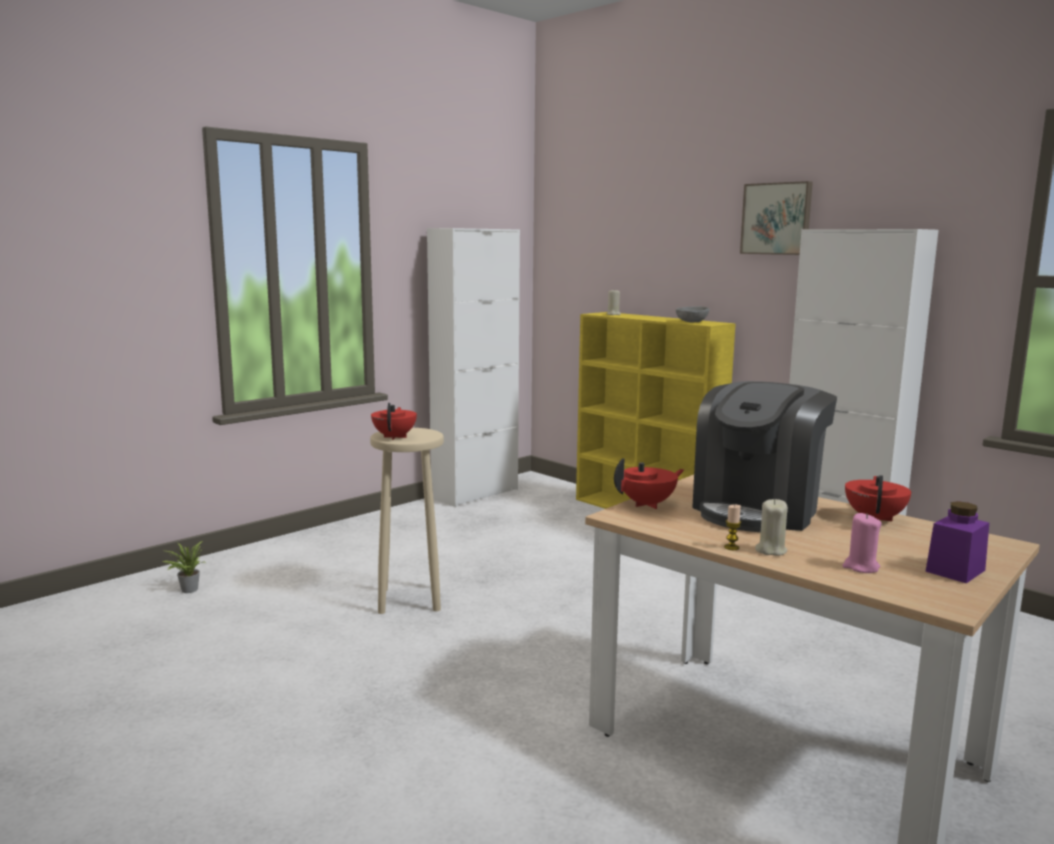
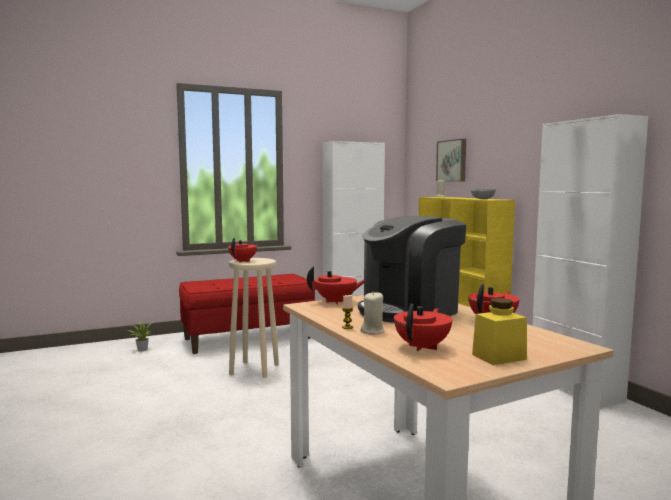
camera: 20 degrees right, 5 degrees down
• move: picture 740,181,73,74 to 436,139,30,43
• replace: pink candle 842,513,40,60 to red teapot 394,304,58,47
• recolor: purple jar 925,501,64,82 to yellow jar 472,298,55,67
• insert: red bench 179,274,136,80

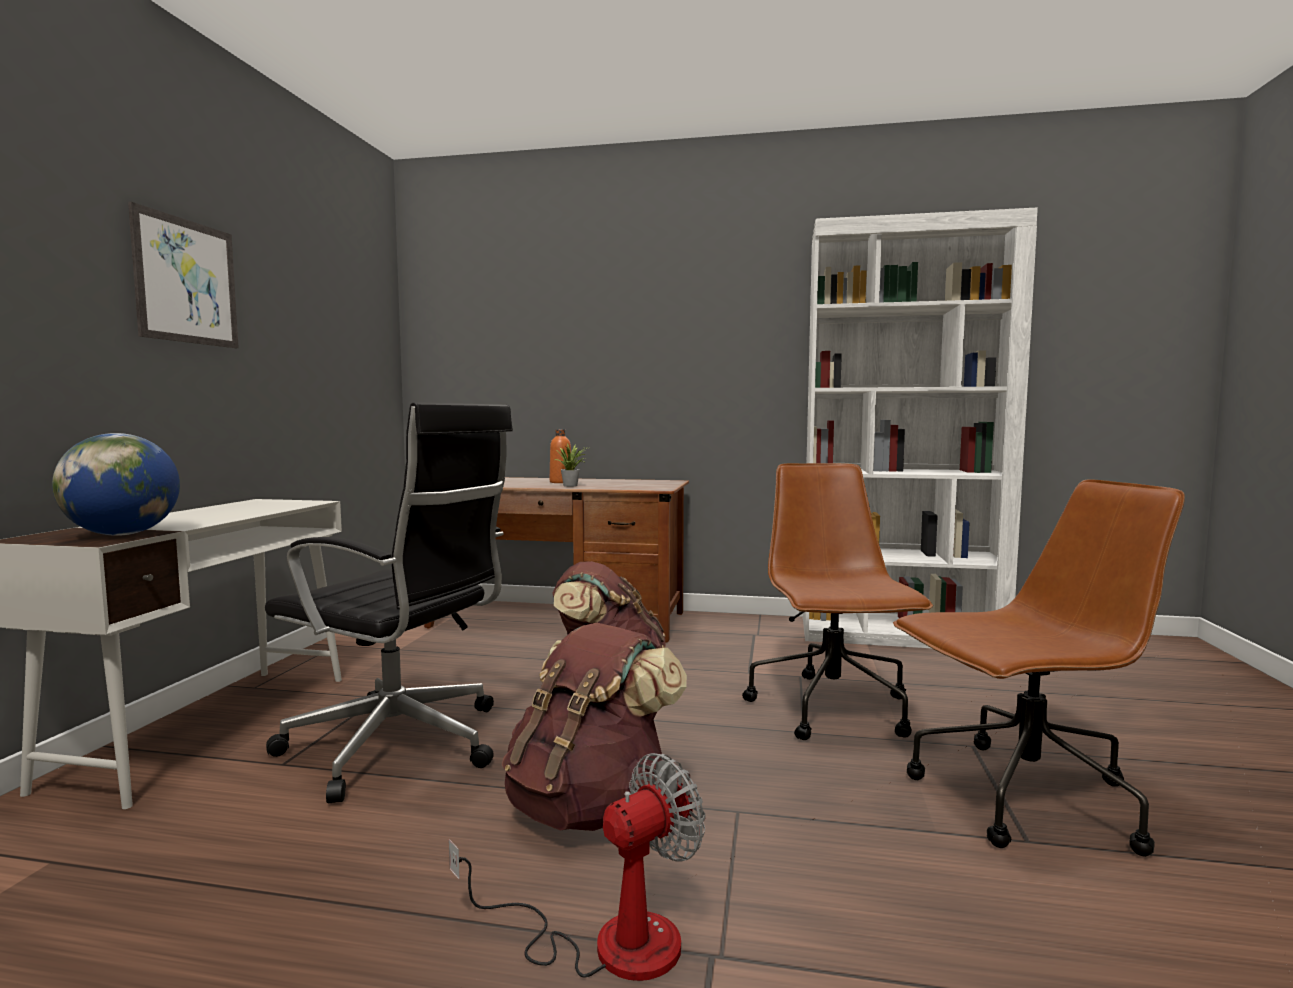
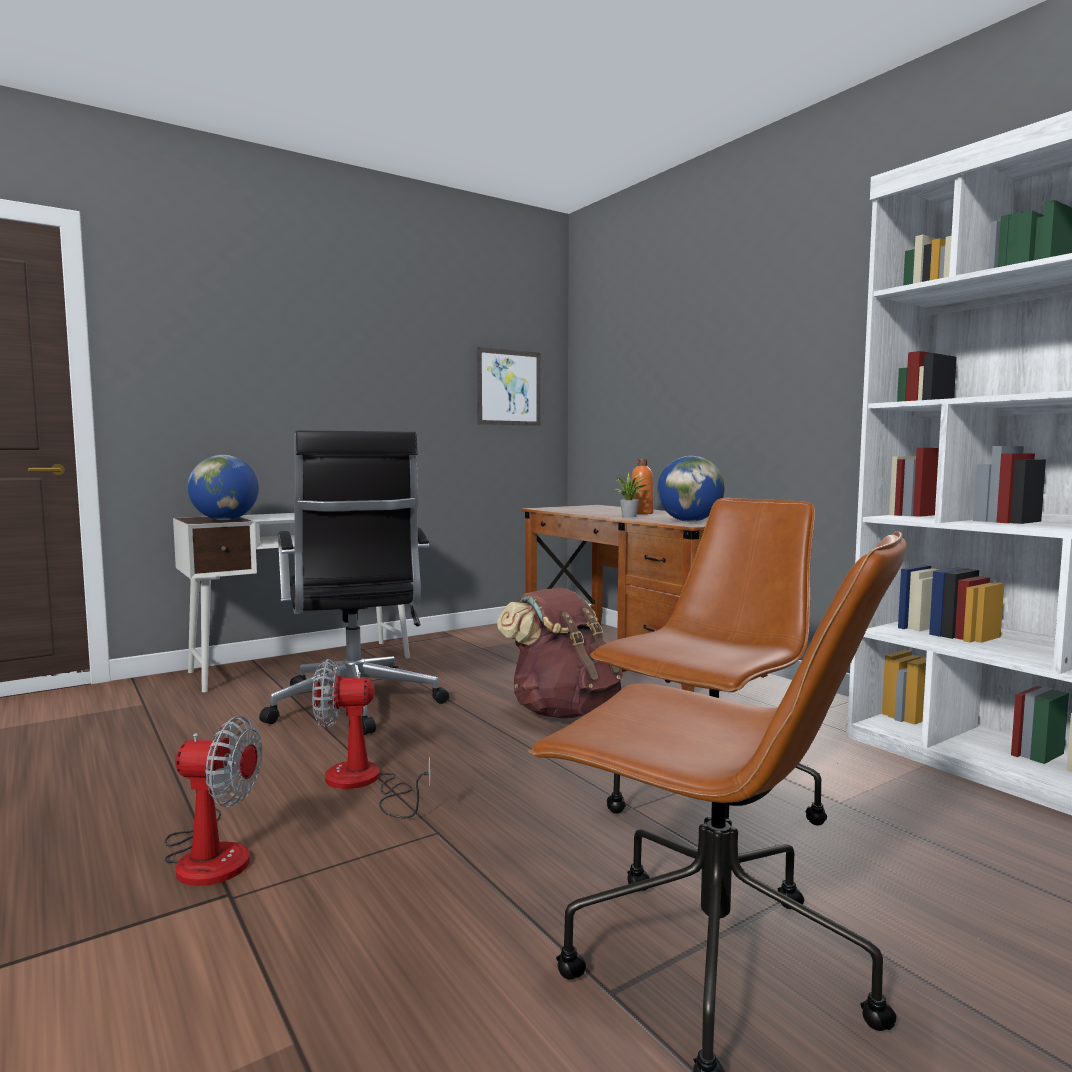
camera: 45 degrees right, 0 degrees up
• move: picture 128,202,111,146 to 476,347,65,79
• replace: brown backpack 502,623,185,208 to fan 312,659,118,160
• insert: globe 657,456,68,66

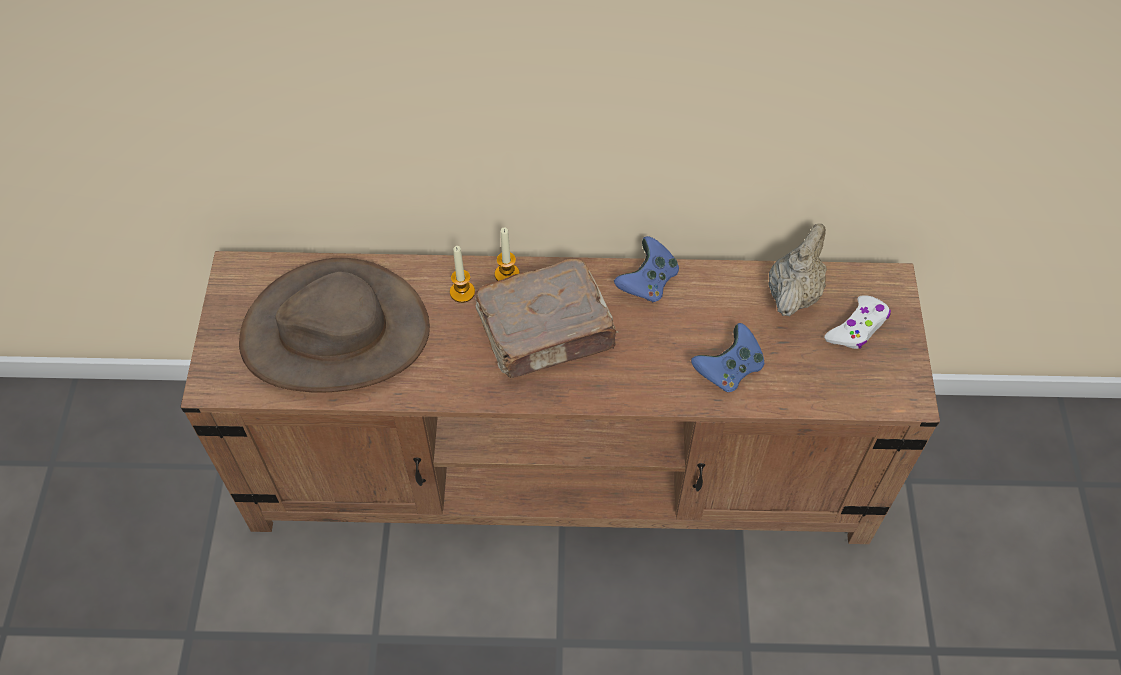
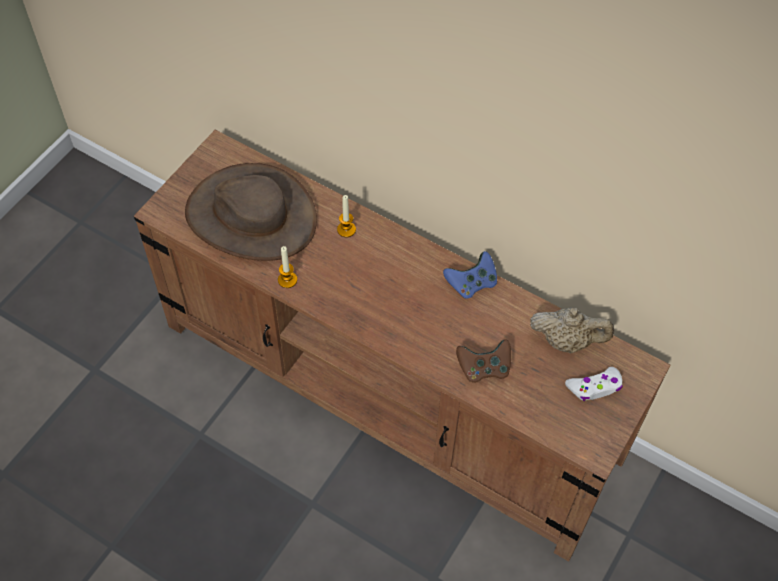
camera: 30 degrees right, 0 degrees up
• delete: brown book 475,259,144,119
• move: candle 495,228,25,53 to 278,246,19,42
• recolor: blue game controller 691,323,74,69 to brown game controller 456,340,55,43
• rotate: beige teapot 768,224,59,92 = 530,308,84,45 45 degrees clockwise

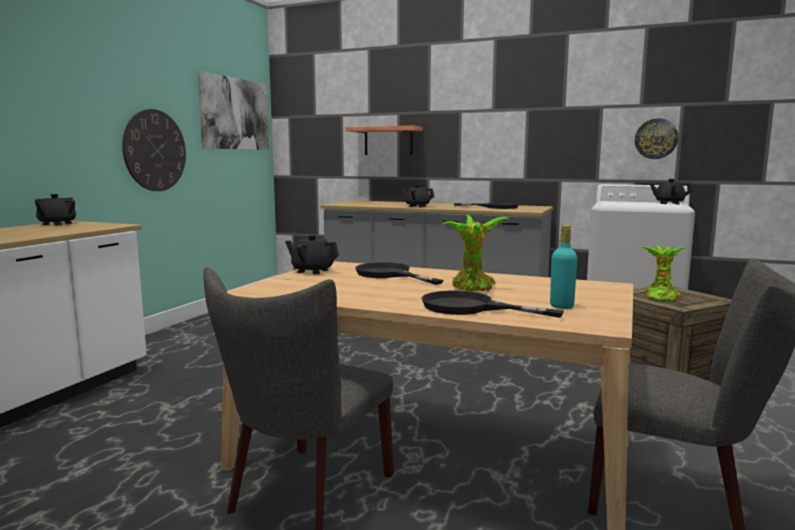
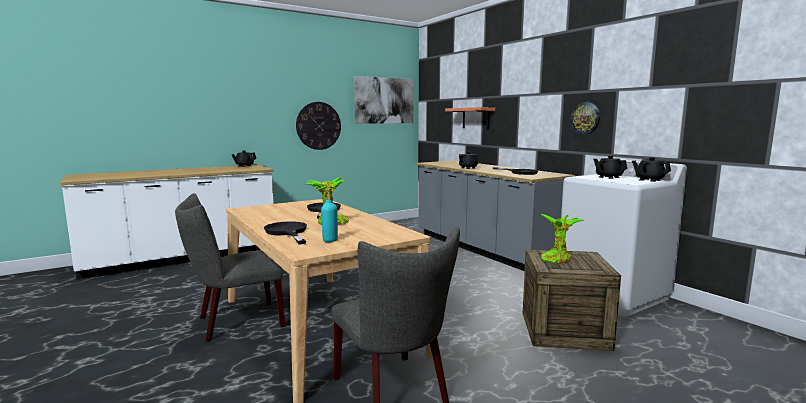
camera: 35 degrees right, 0 degrees up
• move: black teapot 285,235,54,39 to 593,155,34,24
• move: wall clock 635,118,43,41 to 570,102,30,33

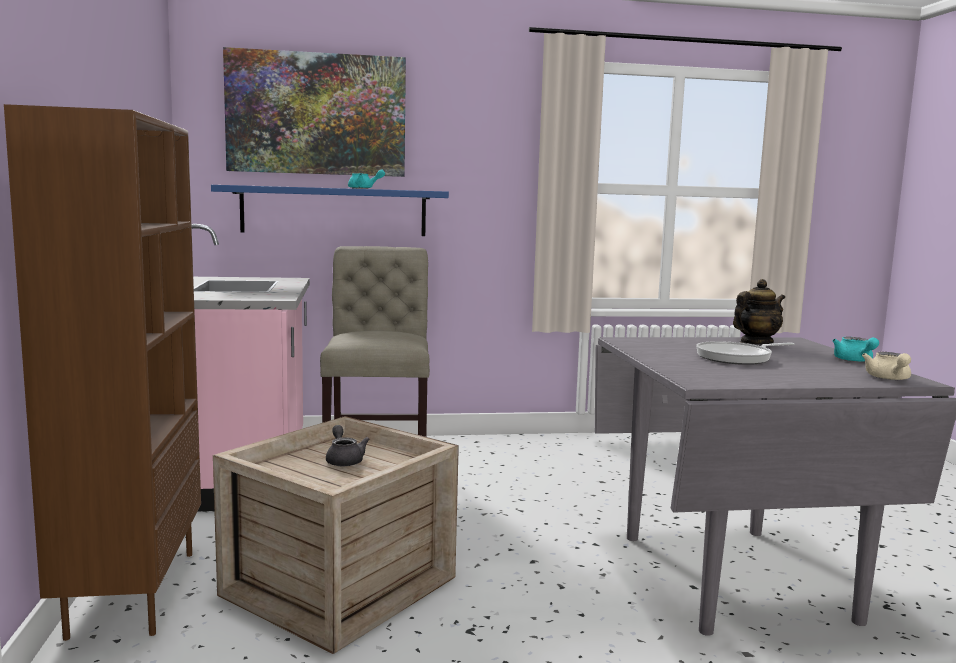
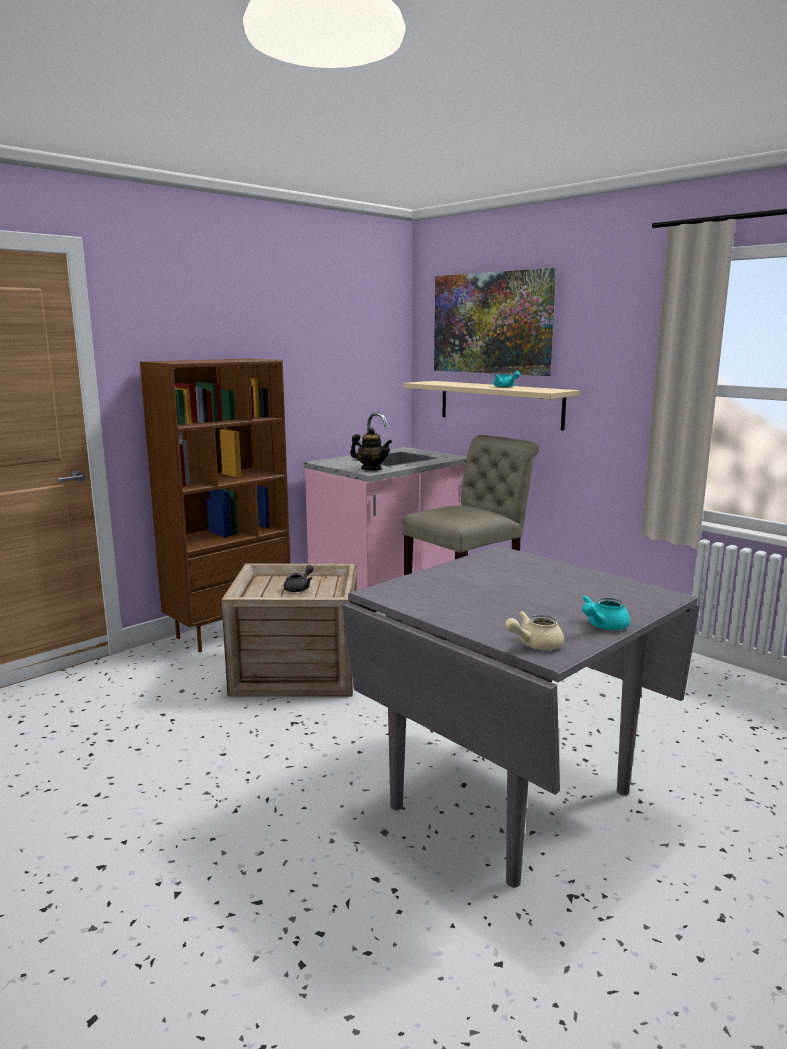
camera: 55 degrees right, 5 degrees up
• recolor: blue shelf 211,185,238,51 to beige shelf 403,381,177,50
• delete: frying pan 696,341,99,24
• move: teapot 733,279,52,65 to 350,427,42,43

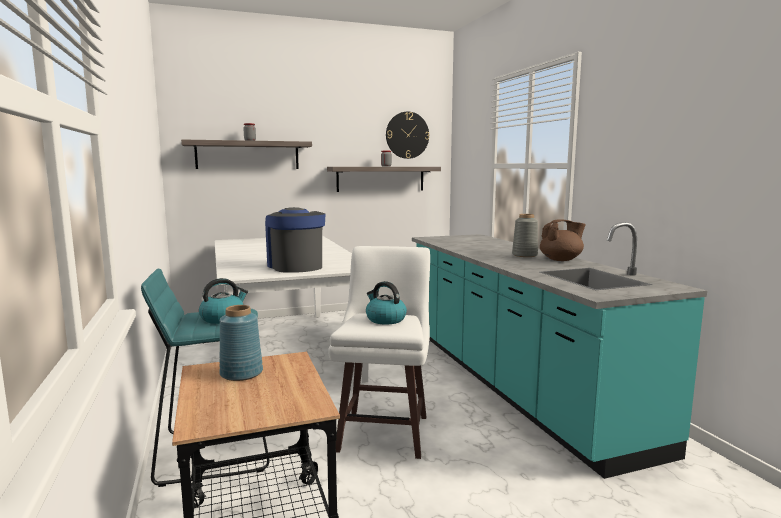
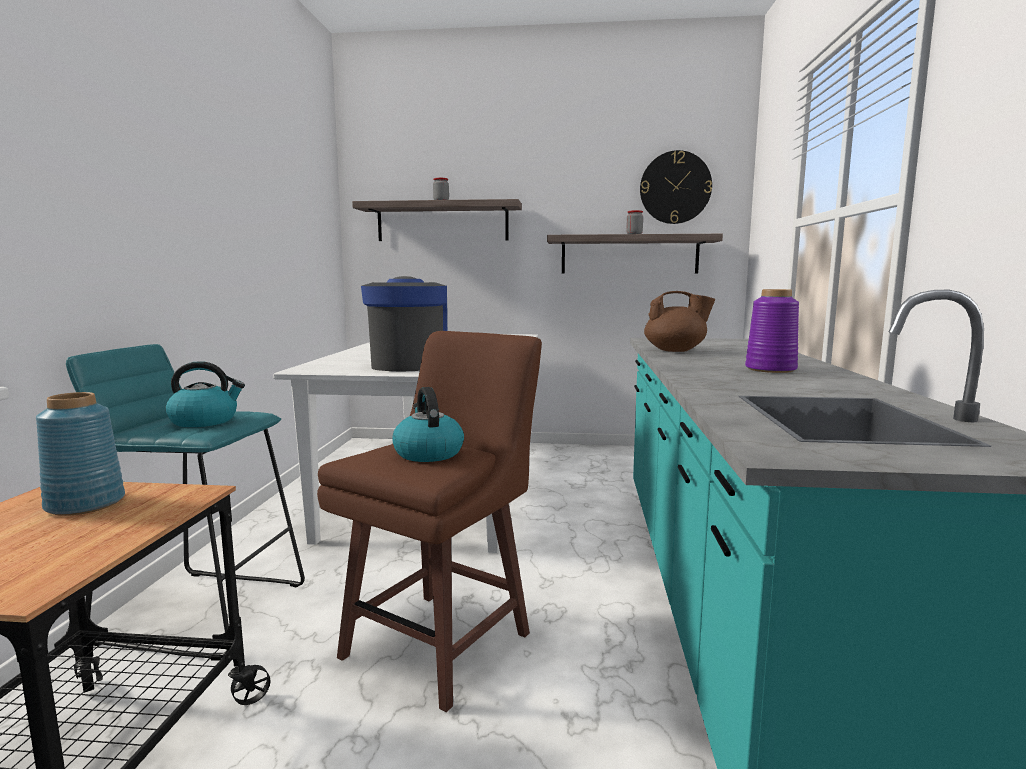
camera: 25 degrees right, 0 degrees up
• recolor: white stool 328,246,102,213 to brown stool 317,331,225,381
• recolor: grey vase 512,214,26,43 to purple vase 745,289,54,84
• move: brown teapot 540,219,46,42 to 644,291,71,61

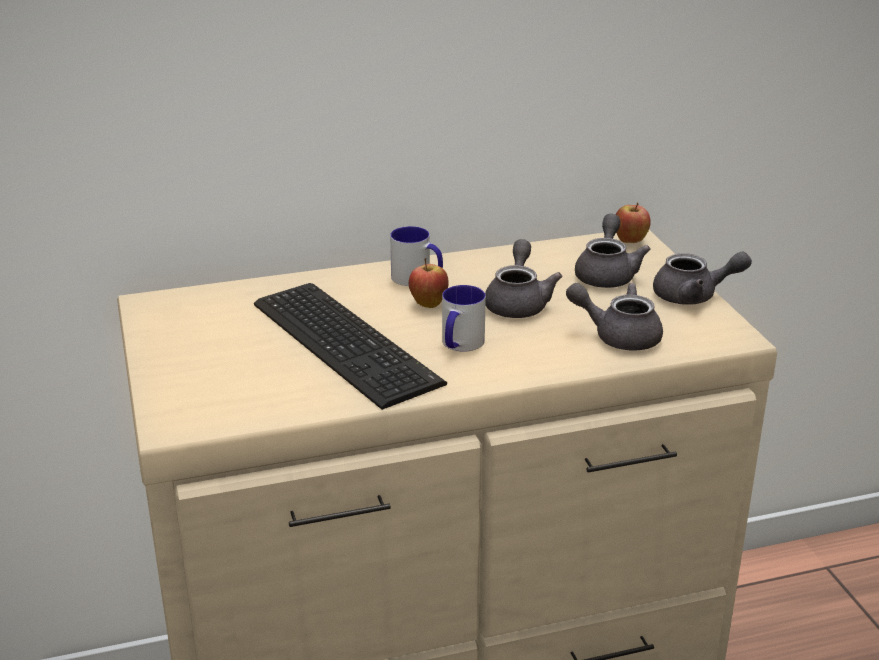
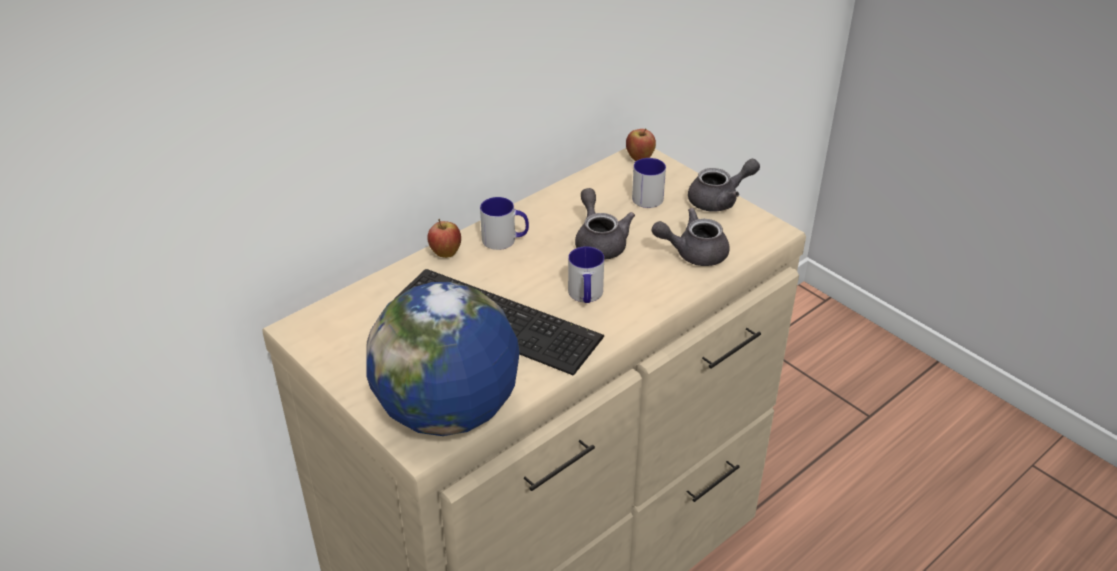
camera: 25 degrees left, 10 degrees up
• move: apple 409,258,40,50 to 427,219,34,39
• replace: grey teapot 575,214,76,74 to mug 632,158,34,50
• insert: globe 366,282,154,154

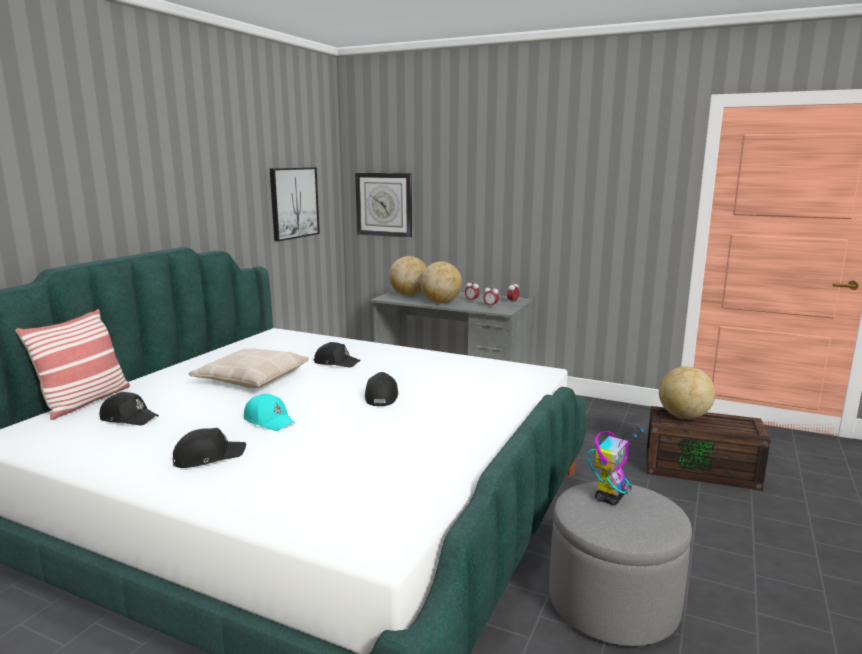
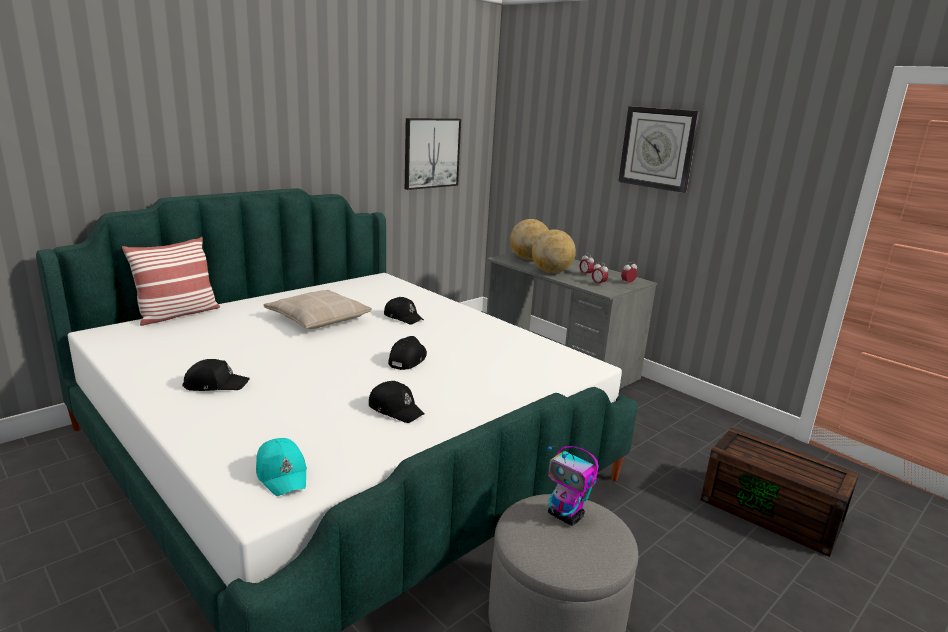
camera: 20 degrees right, 5 degrees up
• move: black cap 100,392,59,34 to 369,381,55,42
• move: turquoise cap 244,394,51,37 to 256,438,51,58
• move: wall clock 355,173,57,65 to 618,106,82,87
• rotate: toy robot 587,428,57,77 = 547,445,52,81 75 degrees clockwise
• delete: globe 659,366,56,53

